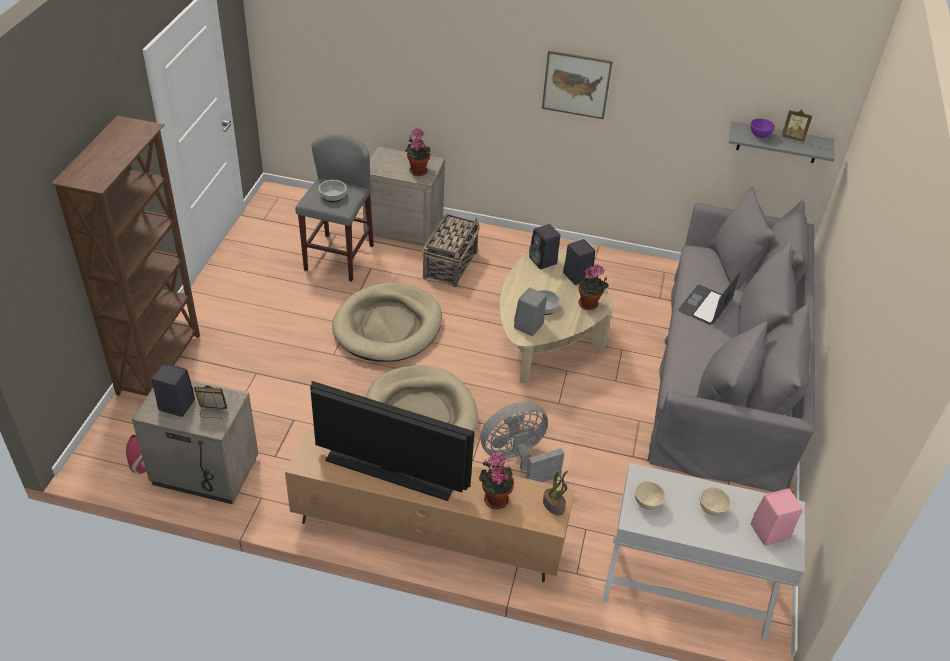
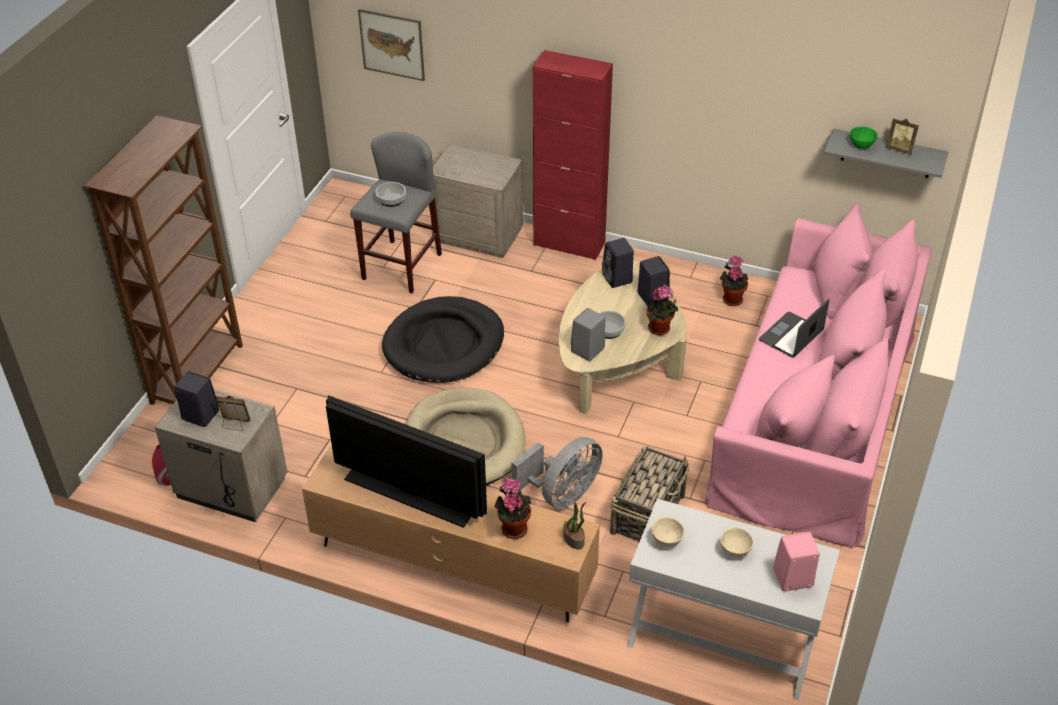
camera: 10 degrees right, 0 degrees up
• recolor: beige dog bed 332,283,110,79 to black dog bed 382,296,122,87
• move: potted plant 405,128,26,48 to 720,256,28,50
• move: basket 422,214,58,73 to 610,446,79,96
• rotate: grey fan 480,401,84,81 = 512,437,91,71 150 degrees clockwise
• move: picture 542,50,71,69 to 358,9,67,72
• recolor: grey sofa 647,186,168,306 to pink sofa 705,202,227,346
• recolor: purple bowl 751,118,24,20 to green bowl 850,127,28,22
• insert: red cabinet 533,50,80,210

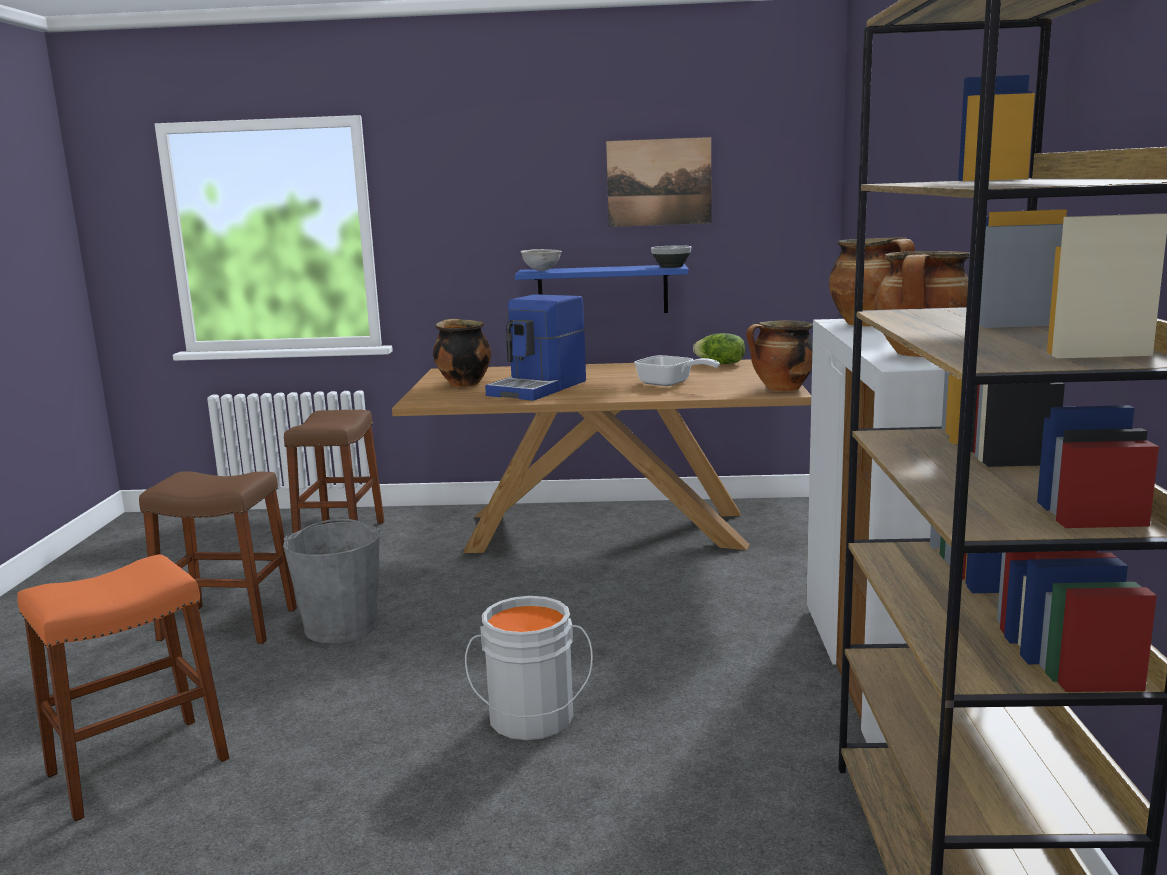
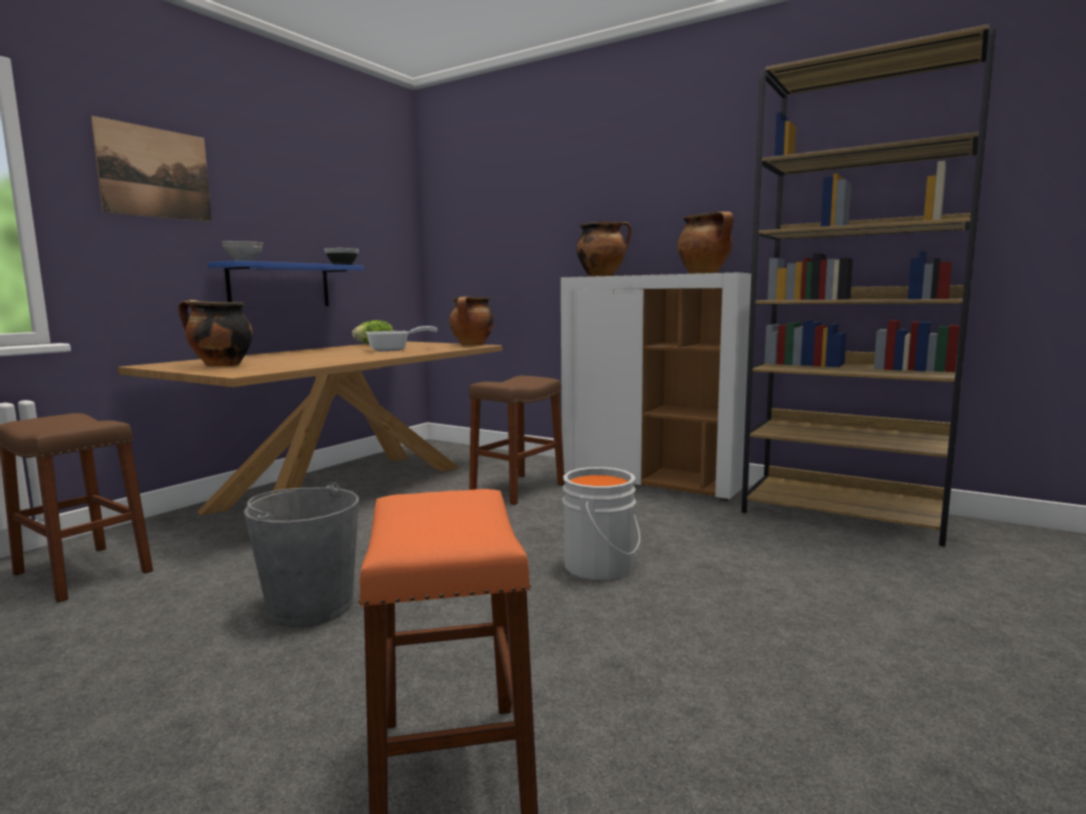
camera: 60 degrees left, 5 degrees down
• move: brown stool 139,471,158,173 to 469,376,96,129
• delete: coffee machine 485,294,101,107
• move: picture 606,137,105,90 to 91,116,121,106

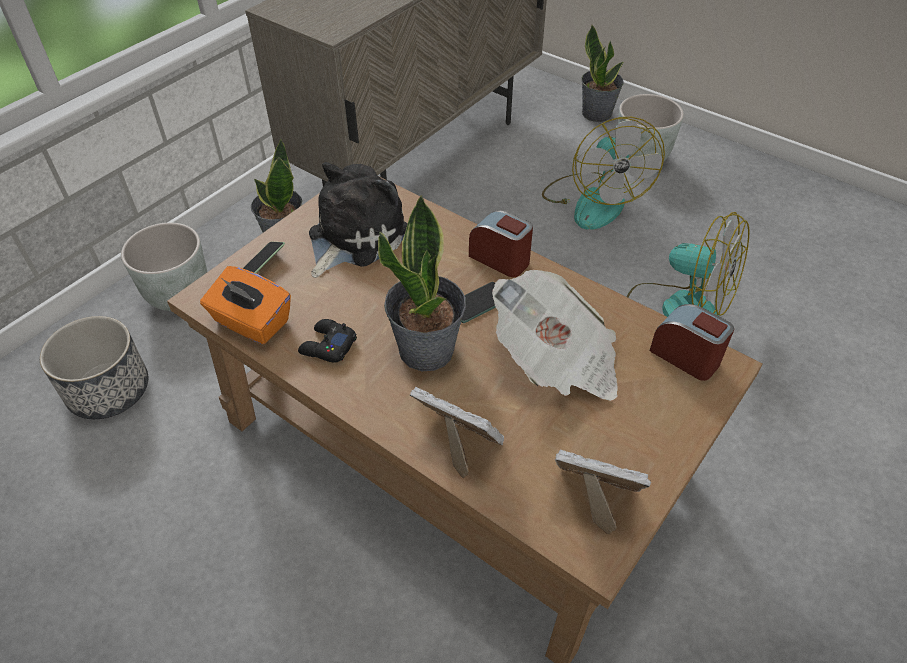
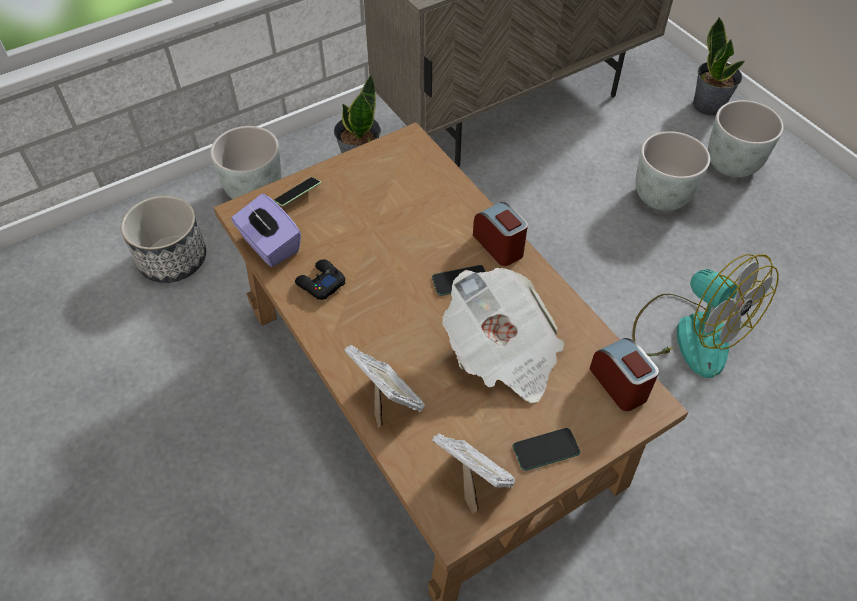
camera: 20 degrees right, 5 degrees up
• recolor: orange tissue box 200,266,91,78 to purple tissue box 231,194,70,73
• delete: plush toy 309,162,99,116
• delete: potted plant 378,195,88,176
• replace: fan 542,117,123,113 to grey planter 636,131,74,80
• insert: phone 513,428,67,43

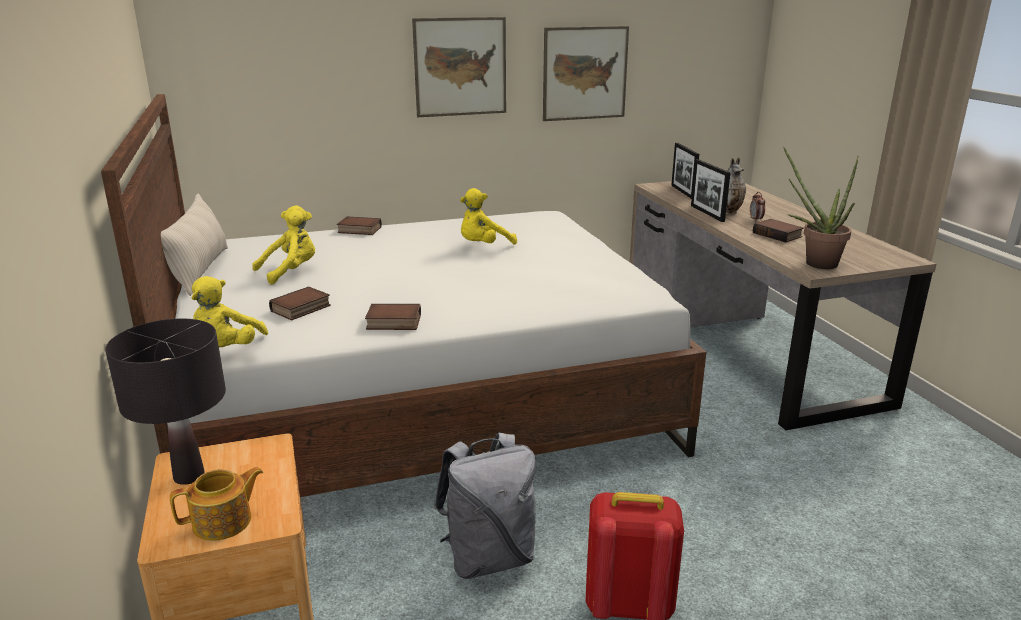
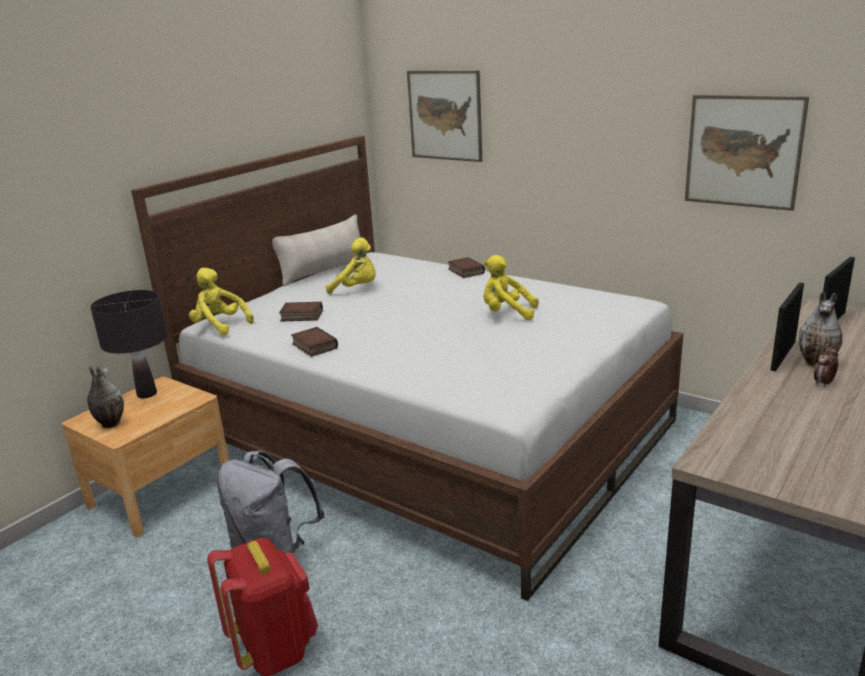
camera: 55 degrees right, 0 degrees up
• replace: teapot 170,467,93,74 to vase 87,366,37,62
• rotate: yellow plush toy 191,276,77,72 = 189,268,65,67 60 degrees clockwise
• move: picture 412,17,94,100 to 407,71,75,91
• delete: book 753,219,51,23
• delete: potted plant 783,146,76,123

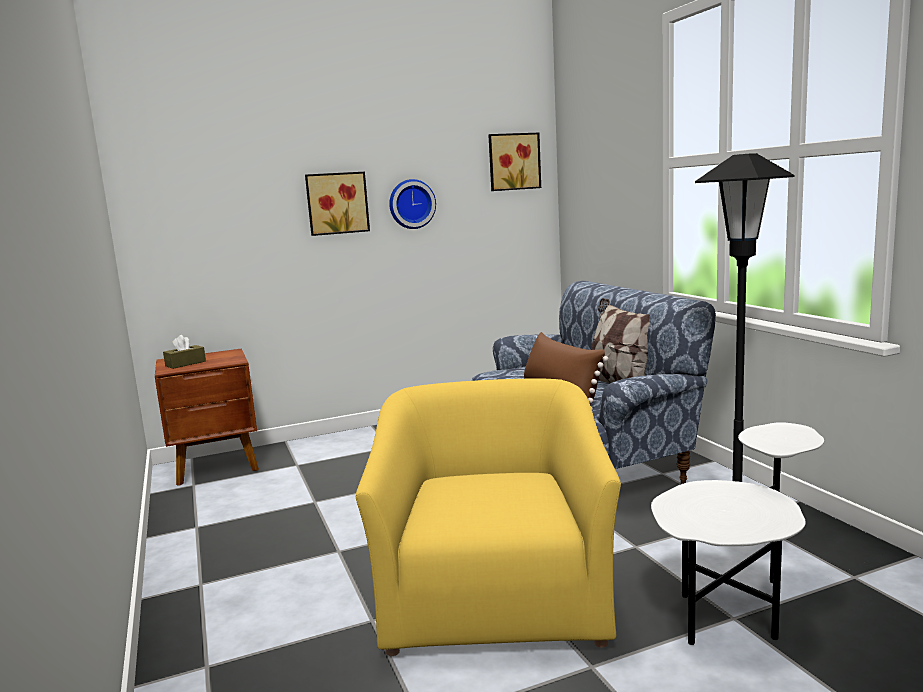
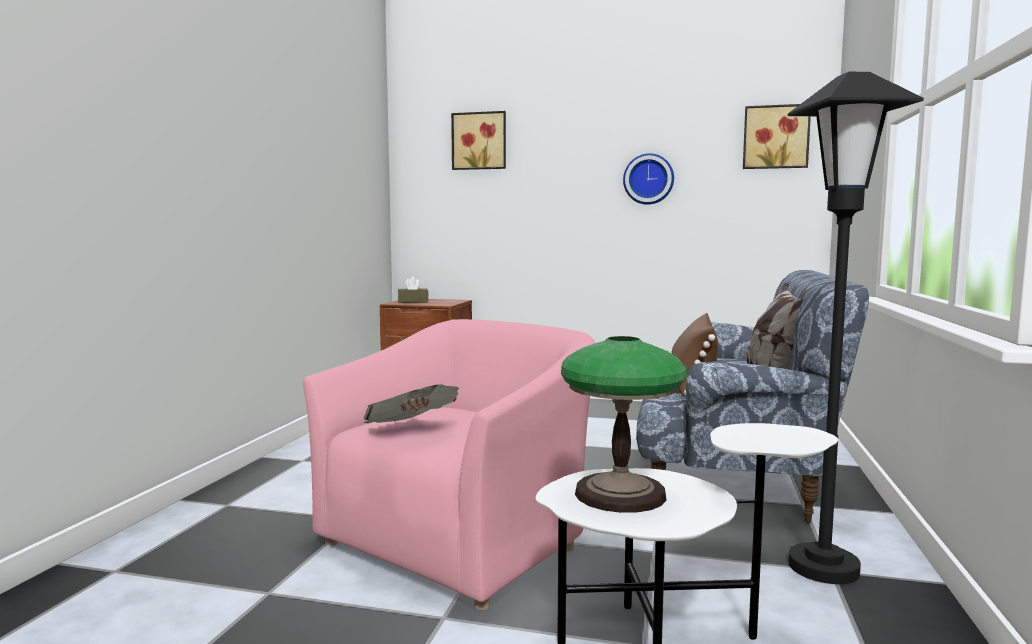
camera: 35 degrees right, 5 degrees down
• move: picture 305,172,65,64 to 451,111,55,59
• recolor: yellow armchair 356,379,265,277 to pink armchair 303,319,292,291
• insert: newspaper 364,384,95,39
• insert: table lamp 561,336,126,177

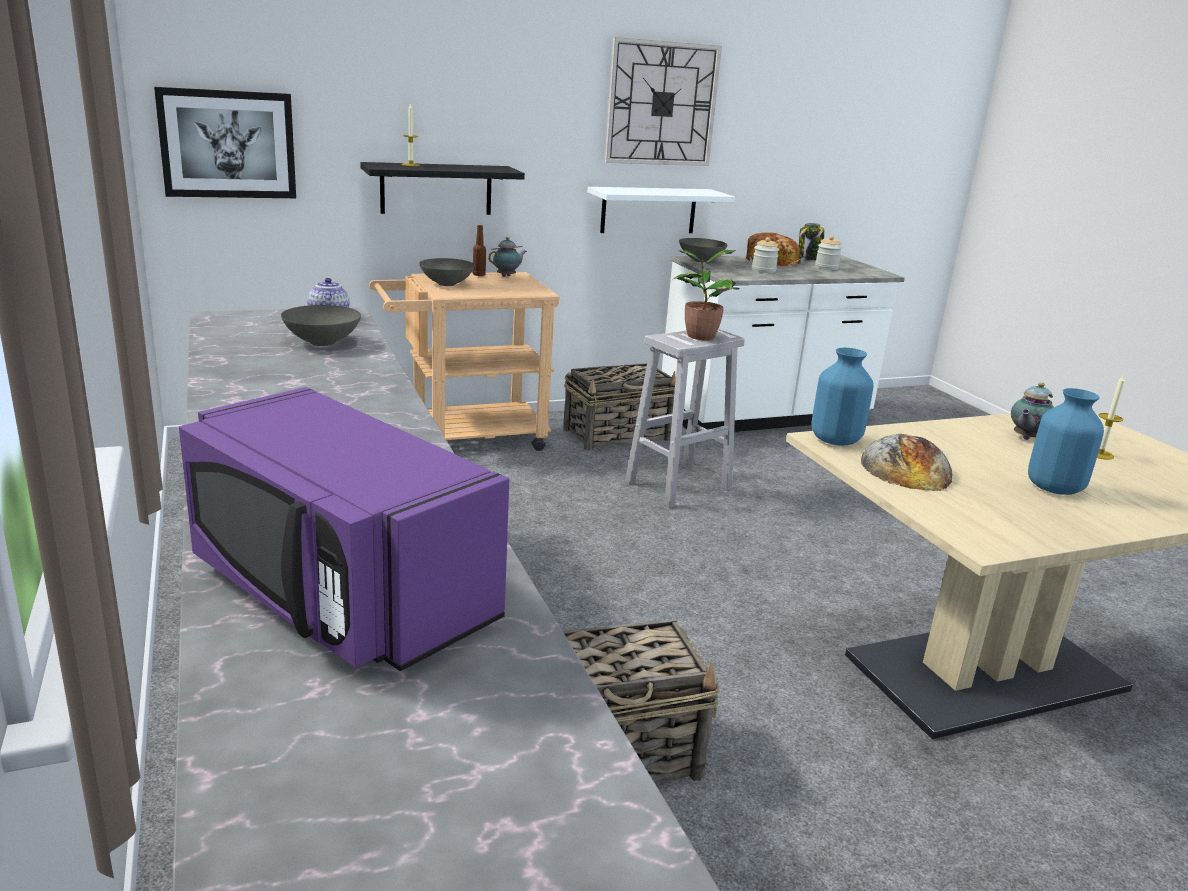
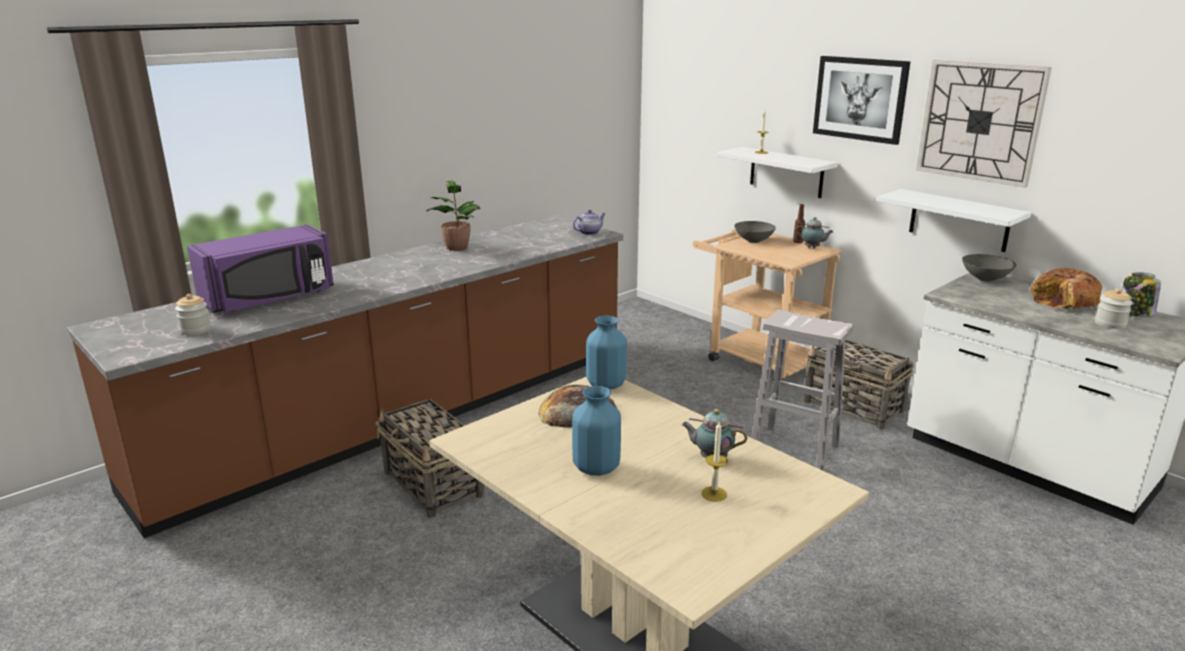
camera: 70 degrees right, 0 degrees up
• move: picture 154,87,142,111 to 813,56,98,89
• rotate: purple microwave 179,387,330,284 = 187,224,147,89 150 degrees counterclockwise
• delete: grey bowl 281,305,80,41
• recolor: black shelf 360,162,165,53 to white shelf 717,147,121,51
• move: potted plant 674,250,66,90 to 426,180,54,71
• move: jar 752,237,27,36 to 175,294,36,41

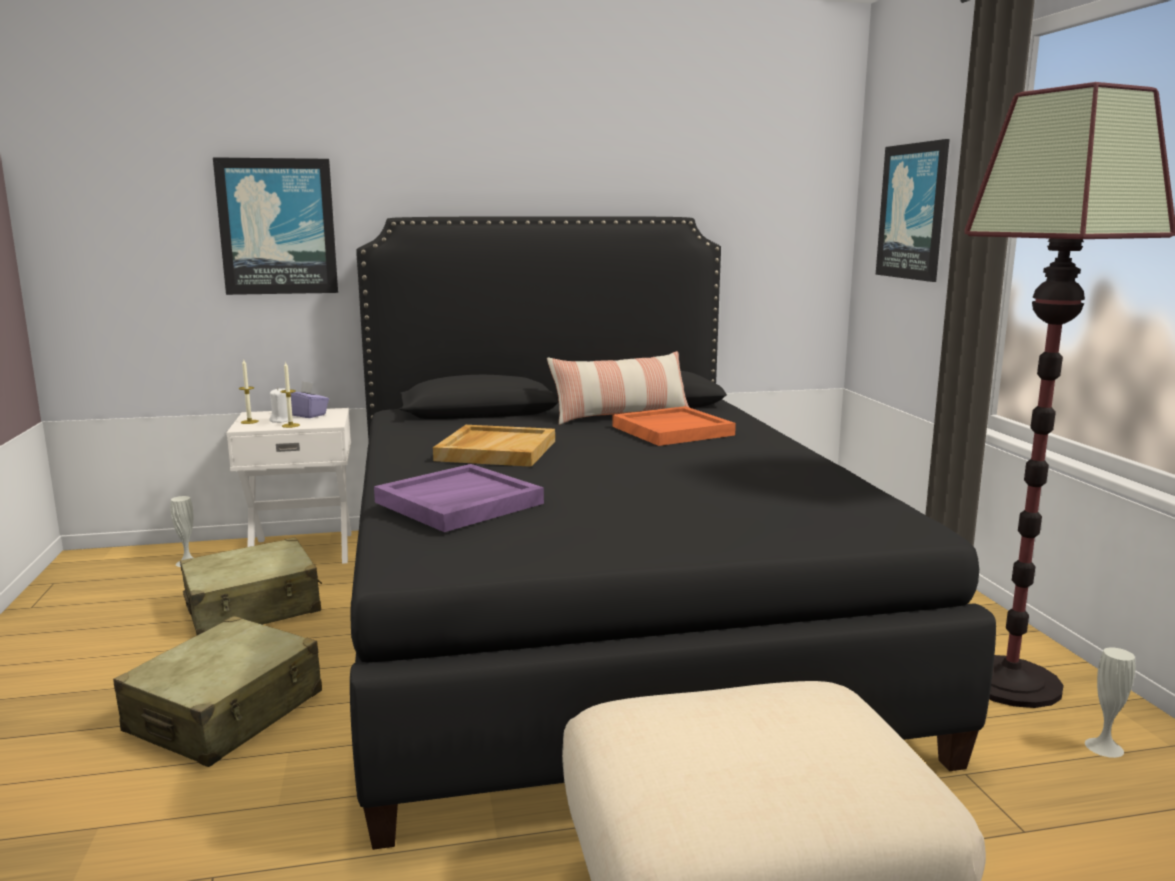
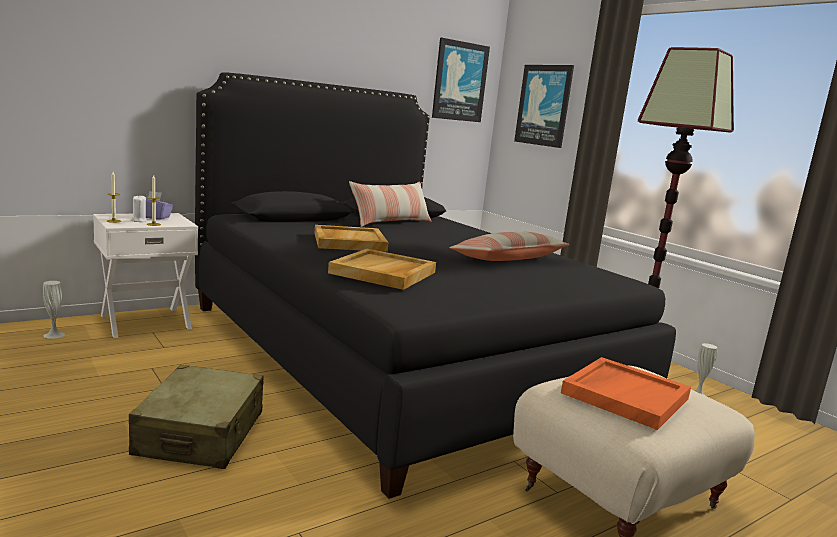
camera: 25 degrees left, 0 degrees up
• delete: beige suitcase 180,537,142,98
• move: picture 213,157,125,138 to 432,38,58,84
• recolor: purple tray 374,464,170,68 to beige tray 328,249,108,41
• move: orange tray 612,406,124,40 to 561,357,130,73
• insert: pillow 450,231,120,30

